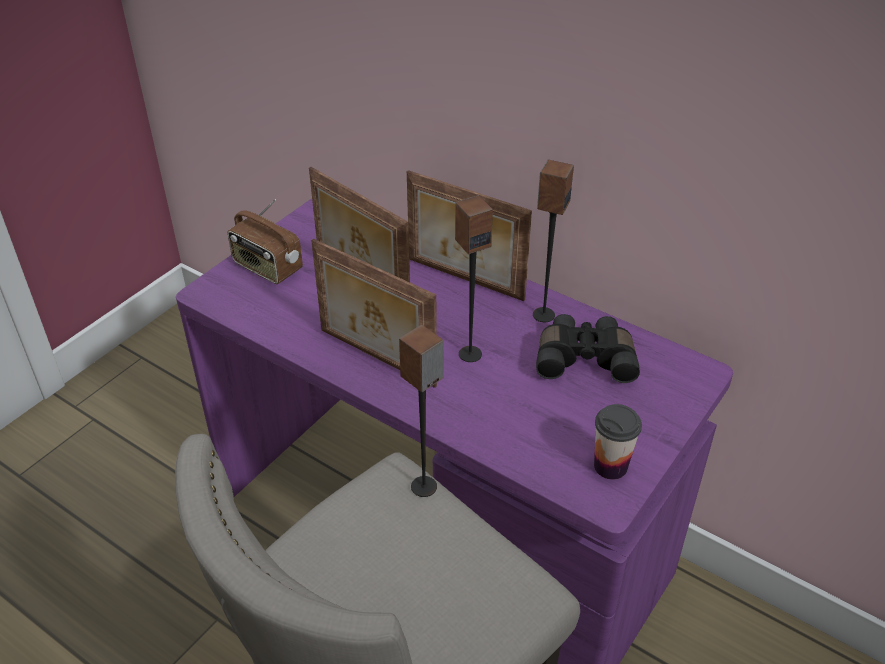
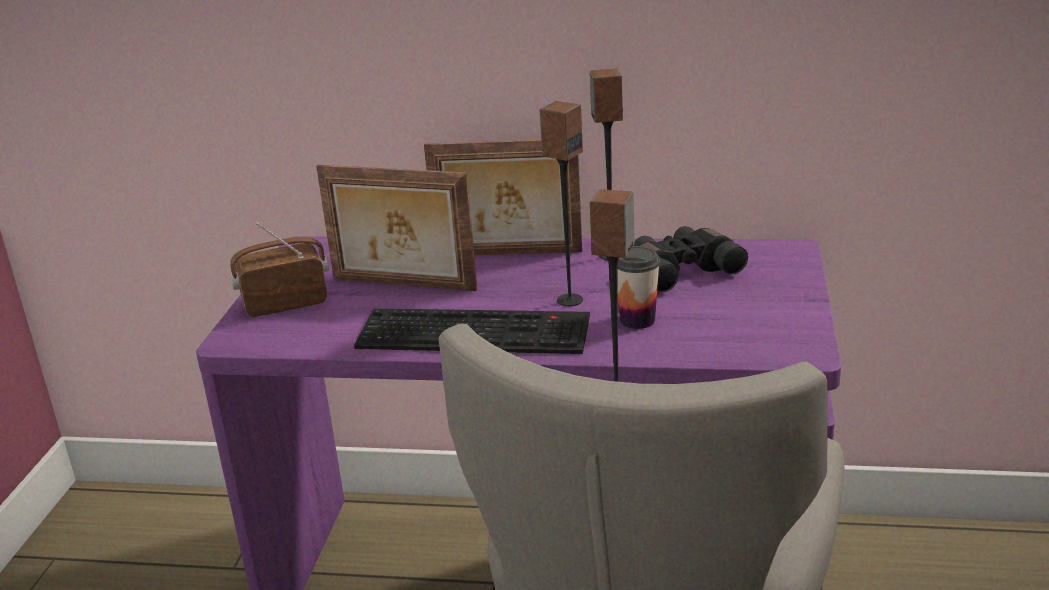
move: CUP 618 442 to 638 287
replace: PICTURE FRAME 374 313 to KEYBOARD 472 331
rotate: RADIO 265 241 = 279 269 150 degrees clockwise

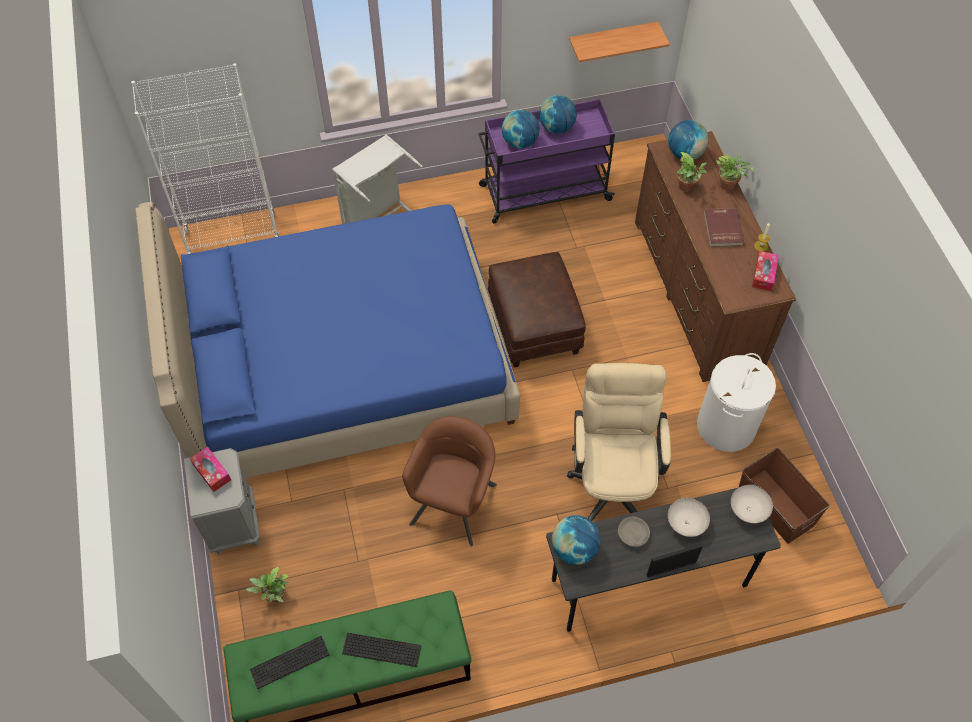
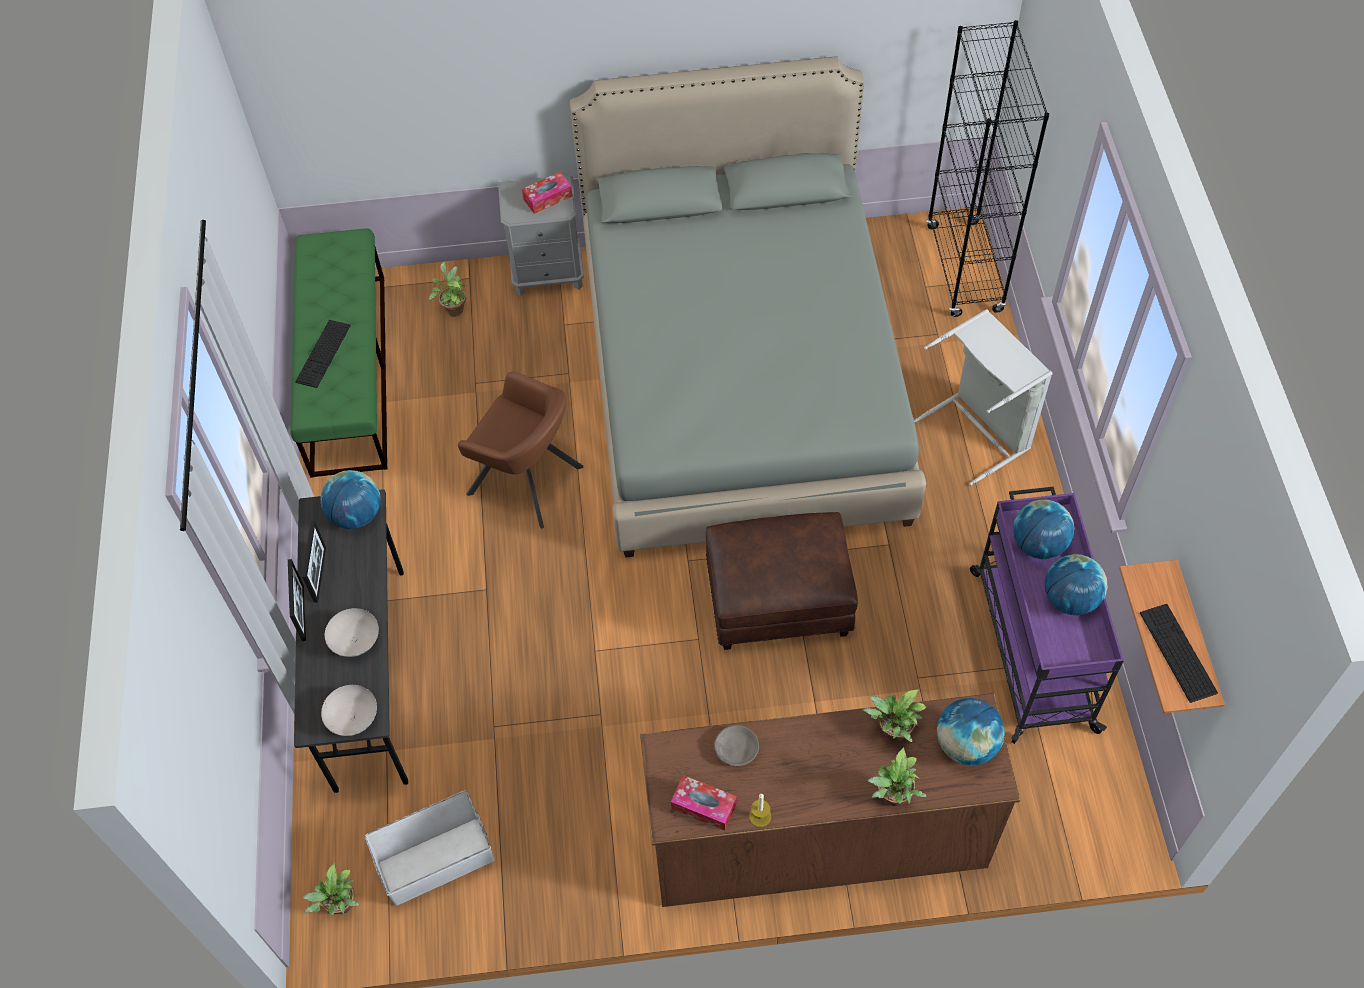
delete: BEIGE OFFICE CHAIR 619 442; WHITE LAUNDRY BASKET 736 402; RED BOOK 724 227
insert: PICTURE FRAME 314 562; POTTED PLANT 331 889
move: GREY BOWL 634 532 to 736 745; KEYBOARD 290 662 to 1179 653
recolor: BROWN STORAGE BOX 784 496 to WHITE STORAGE BOX 429 848; BLUE BED 327 340 to GREY BED 748 307; WHITE BOOKCASE 205 158 to BLACK BOOKCASE 987 168

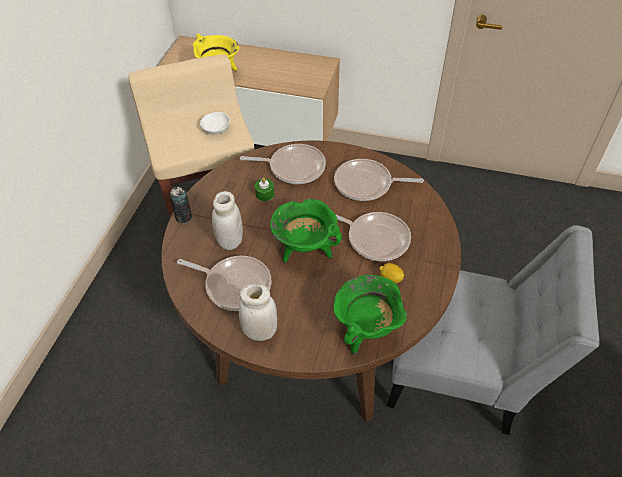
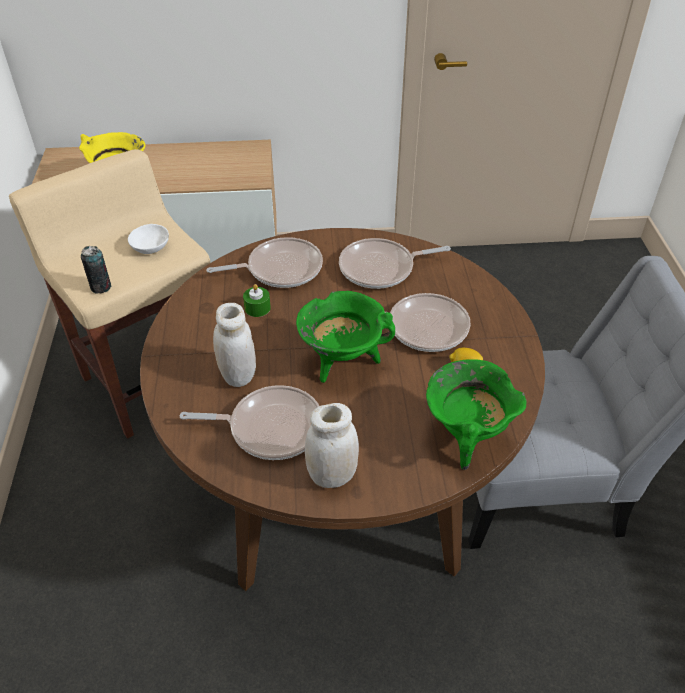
move: CAN 181 204 to 96 270

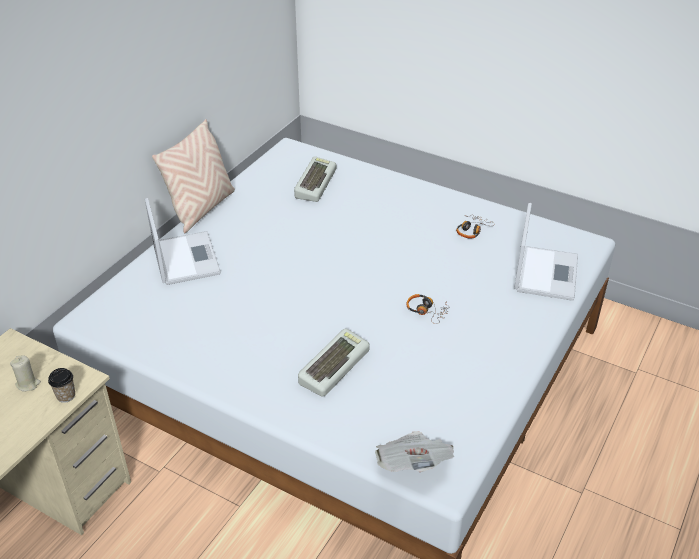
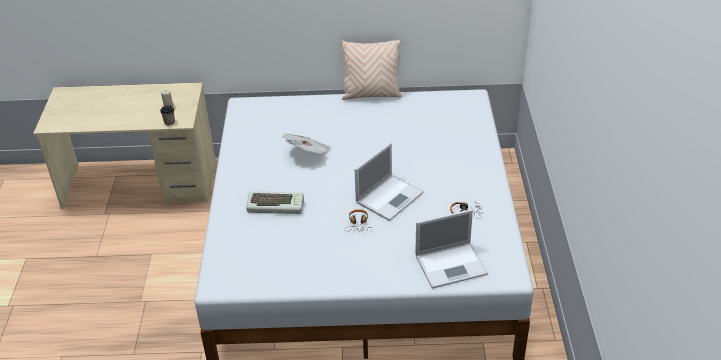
delete: KEYBOARD 315 179
move: NEWSPAPER 414 451 to 306 144; LAPTOP 183 241 to 389 182

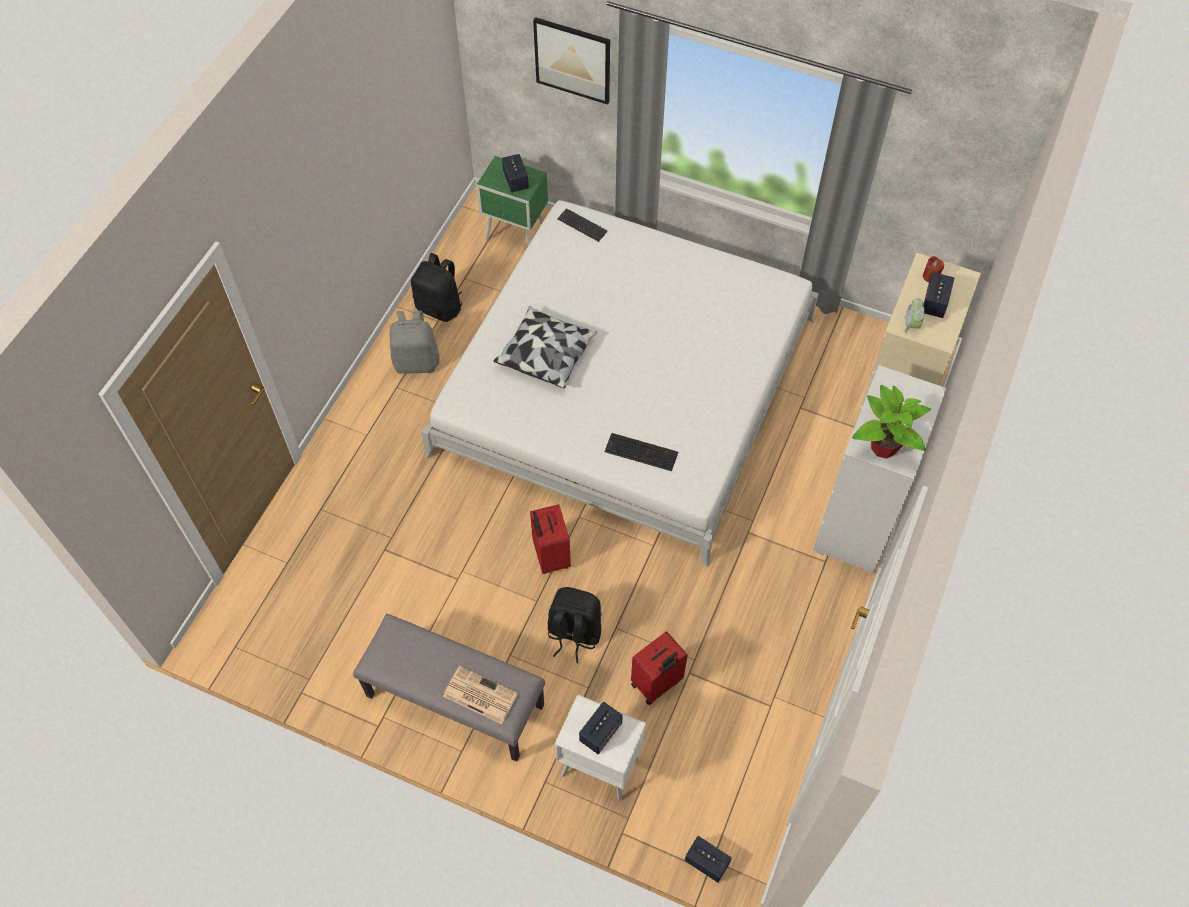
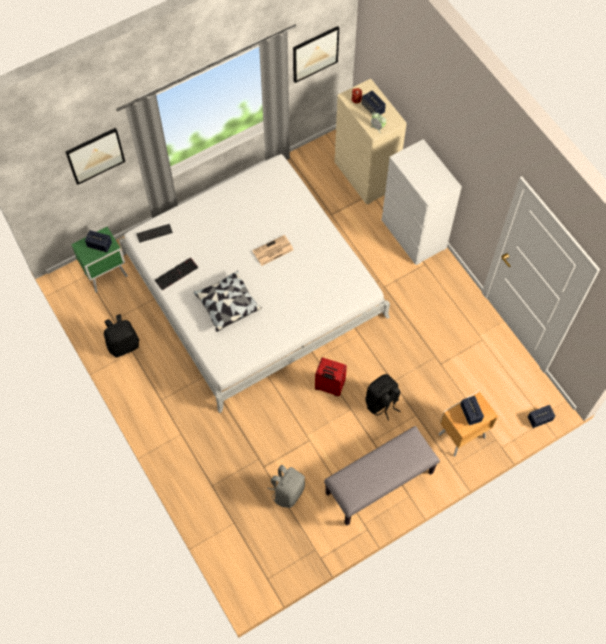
delete: RED SUITCASE 659 668; POTTED PLANT 891 422
insert: PICTURE 316 54
move: KEYBOARD 641 452 to 177 274; NEWSPAPER 480 695 to 273 250; GREY BACKPACK 415 342 to 286 486
recolor: WHITE NIGHTSTAND 600 748 to BROWN NIGHTSTAND 468 424

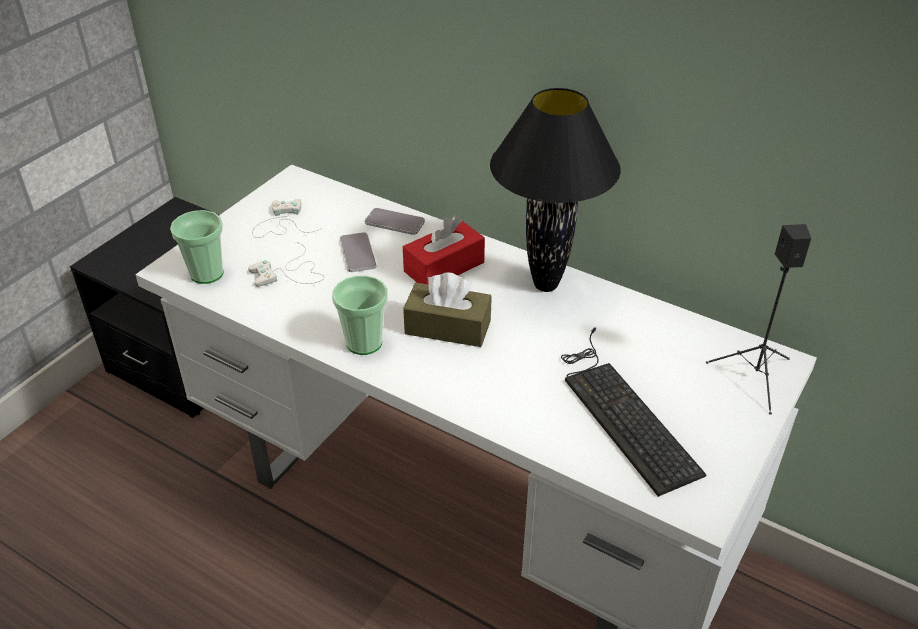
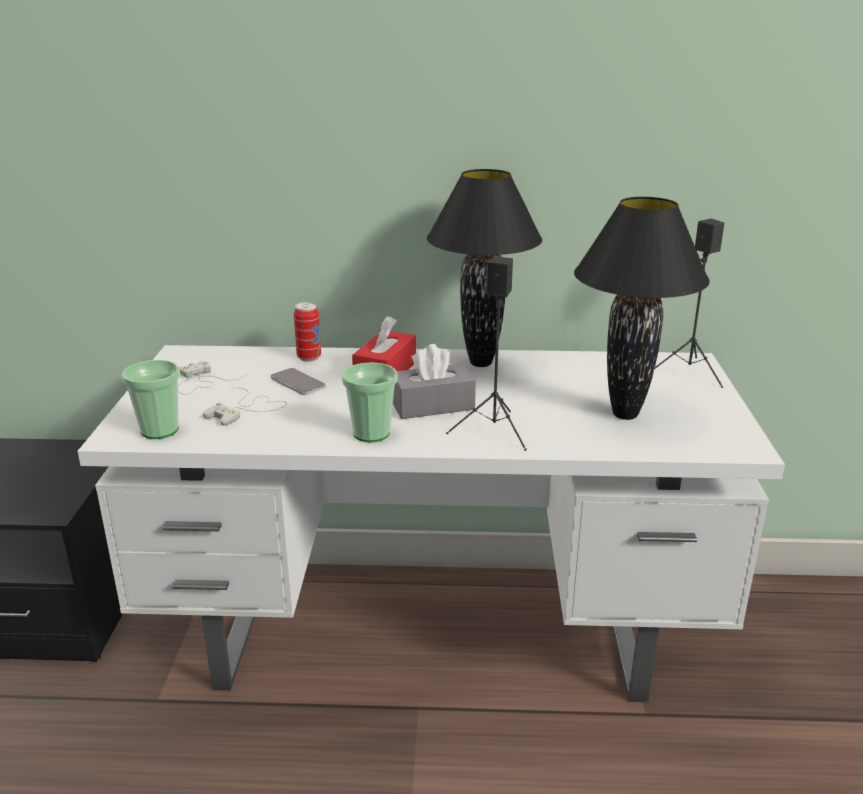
insert: BLACK SPEAKER 486 353
replace: PHONE 395 221 to CAN 307 332; KEYBOARD 634 412 to BLACK TABLE LAMP 642 308
recolor: BROWN TISSUE BOX 447 309 to GREY TISSUE BOX 434 381

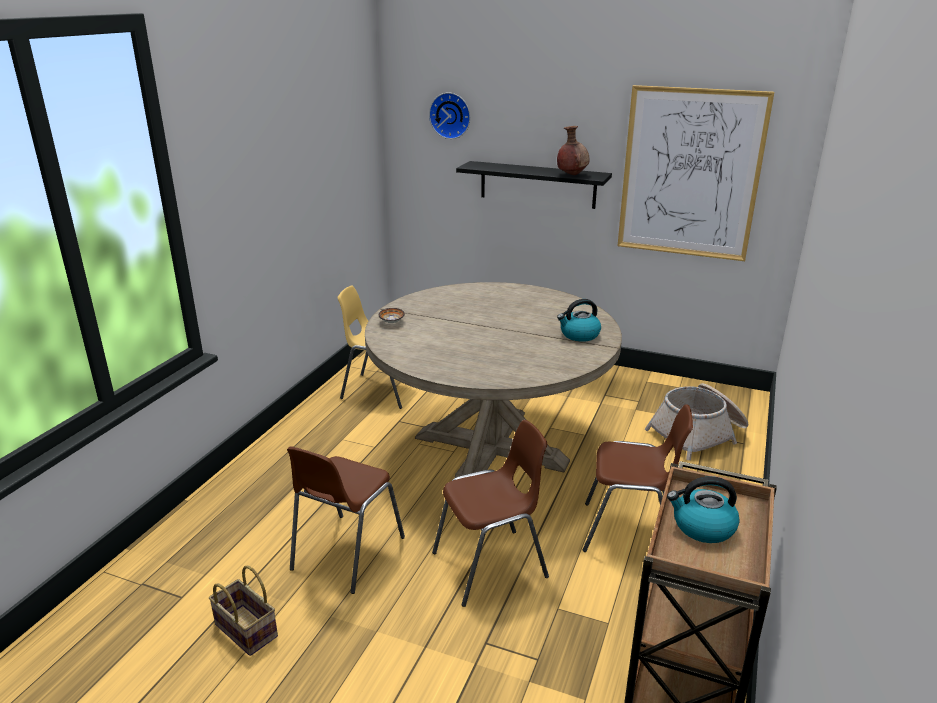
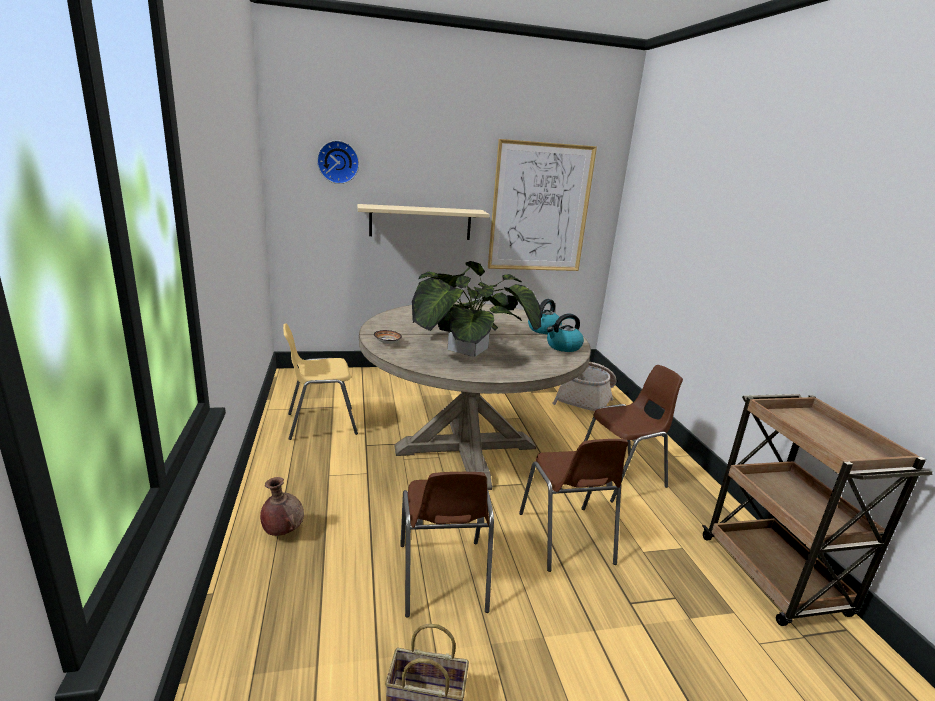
insert: POTTED PLANT 476 309
move: BROWN VASE 573 150 to 282 506; KETTLE 703 509 to 565 333
recolor: BLACK SHELF 534 185 to BEIGE SHELF 423 222
rotate: BROWN CHAIR 490 513 = 573 505 135 degrees clockwise

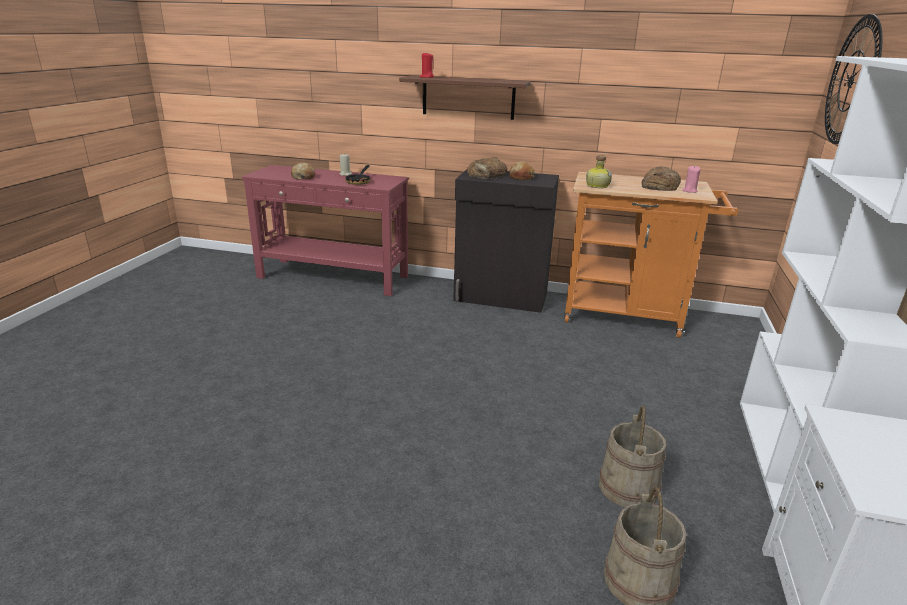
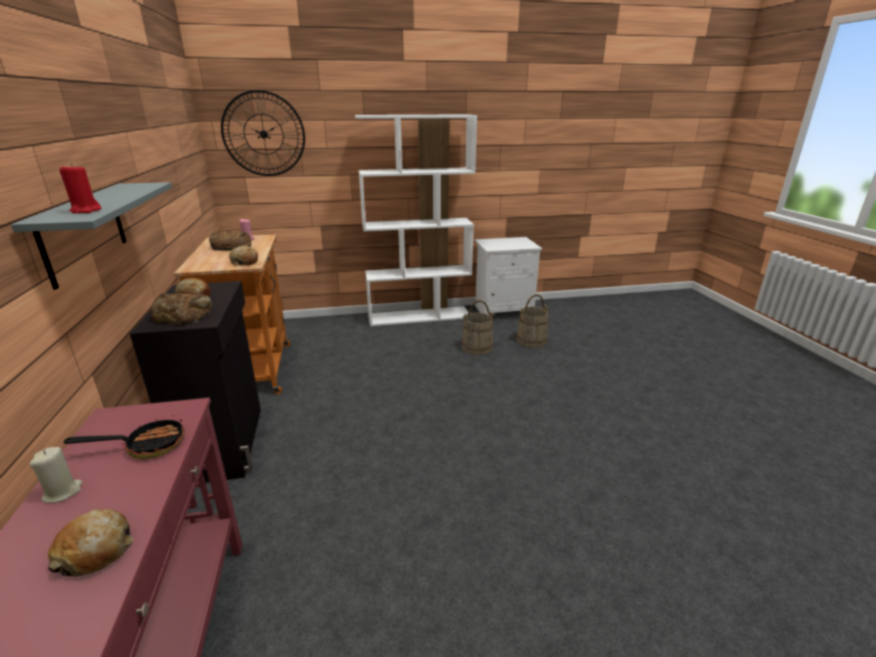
replace: BOTTLE 599 171 to BREAD 243 255
recolor: BROWN SHELF 465 97 to GREY SHELF 91 236

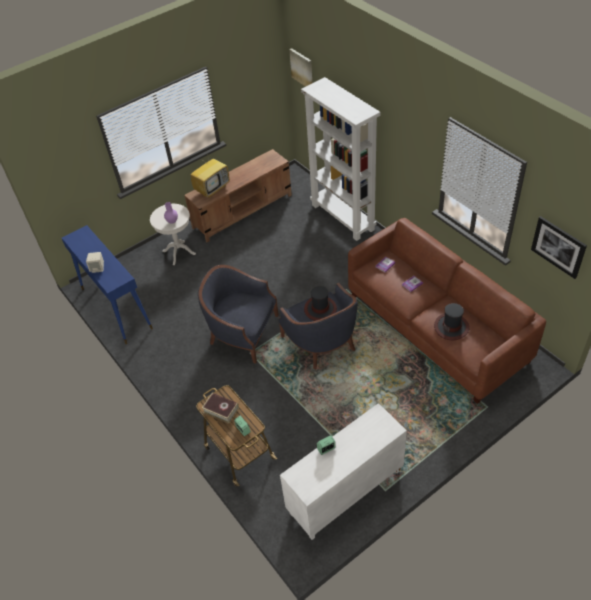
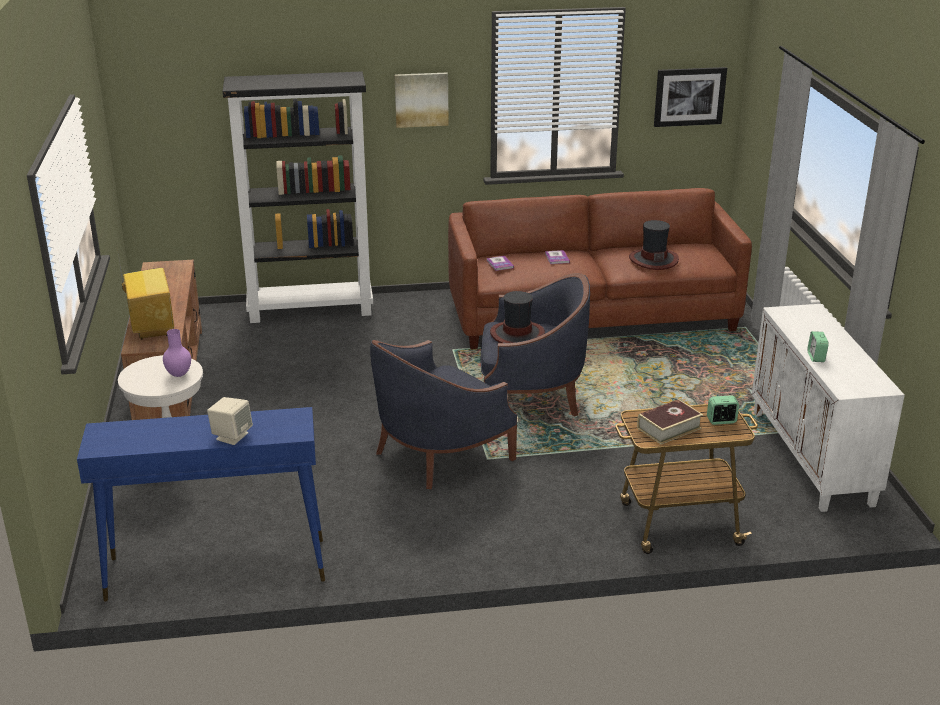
move: PICTURE 300 67 to 422 100
recolor: WHITE BOOKCASE 340 159 to BLACK BOOKCASE 298 197

